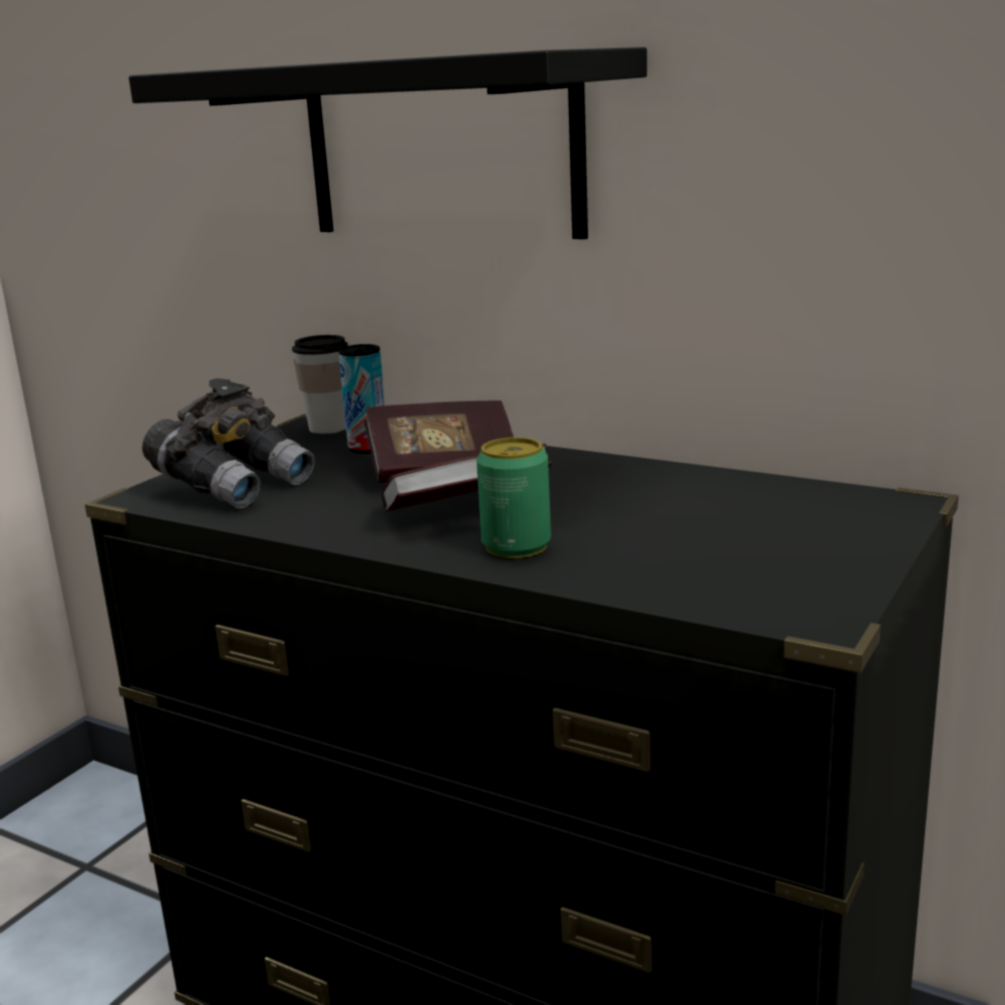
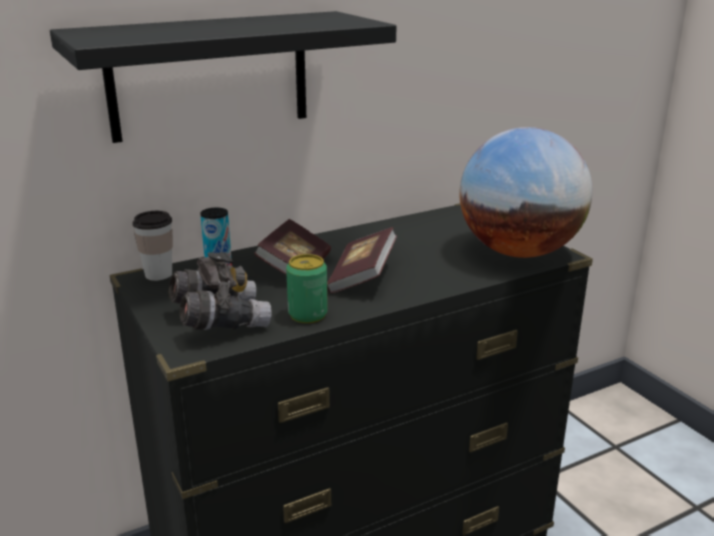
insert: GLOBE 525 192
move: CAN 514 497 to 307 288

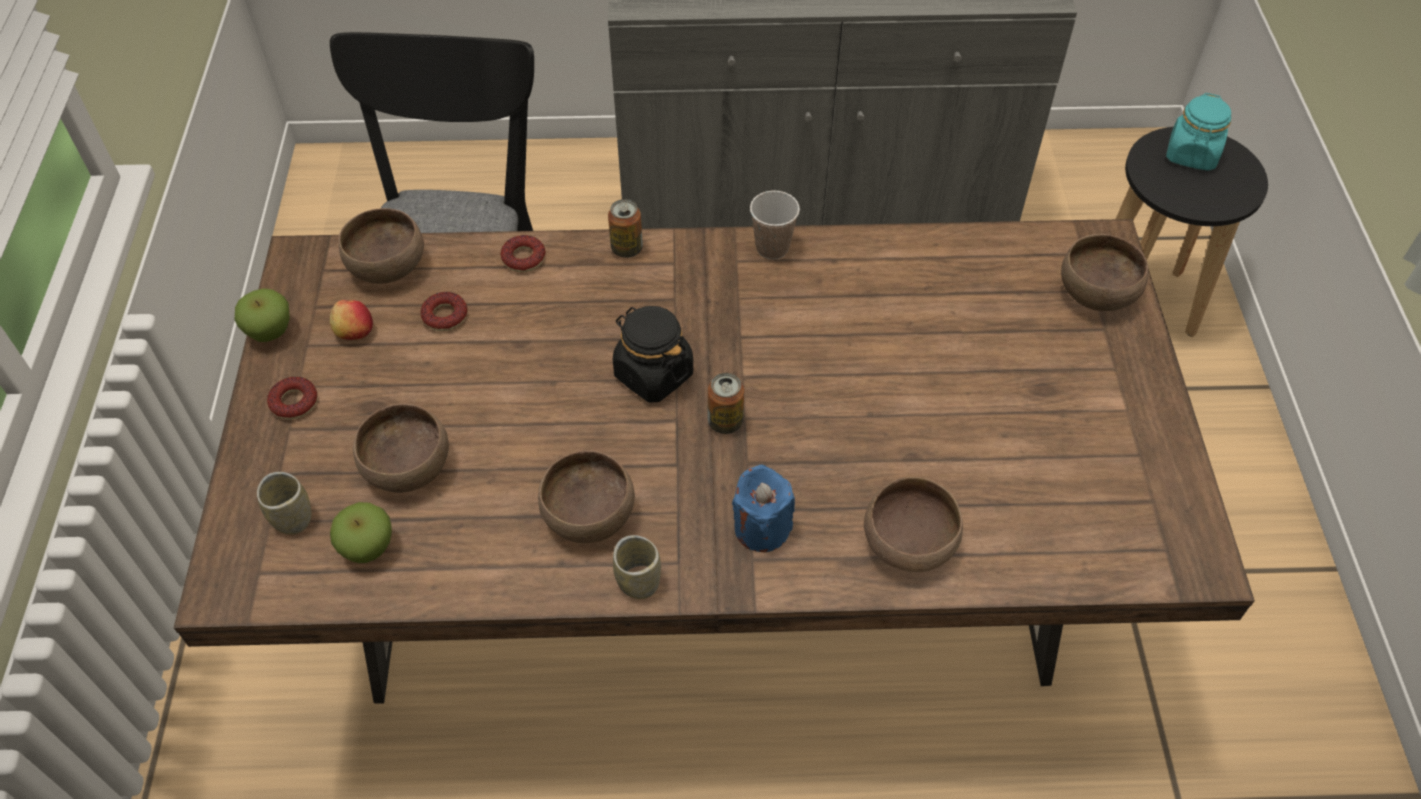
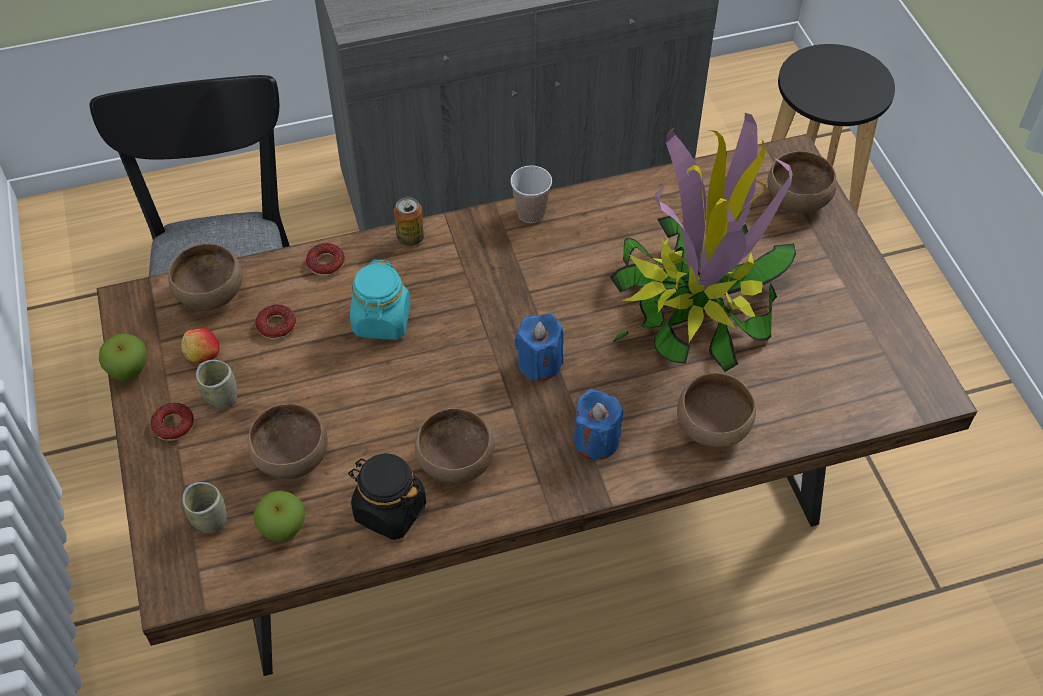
insert: POTTED PLANT 703 242
move: CUP 637 567 to 216 384; BLACK JAR 653 354 to 387 496; TURQUOISE JAR 1198 132 to 380 300
replace: CAN 726 403 to BLUE CANDLE 539 348

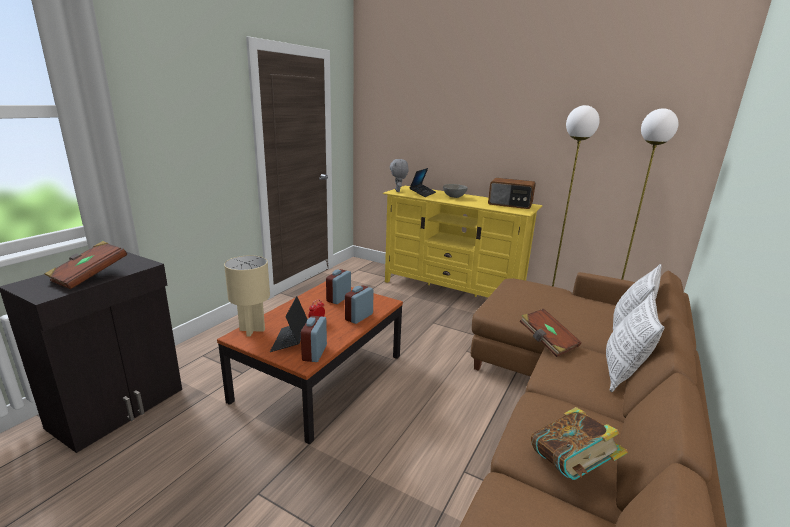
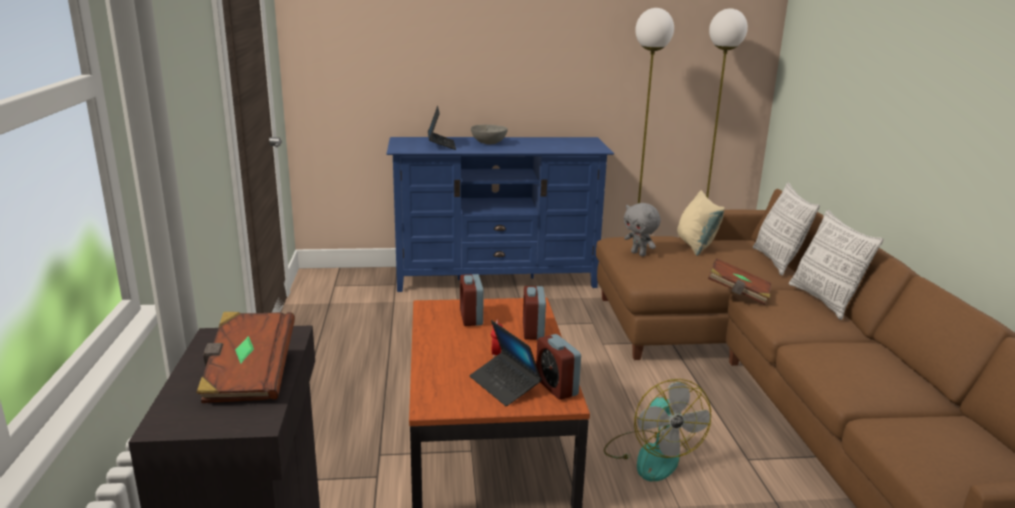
delete: BEIGE TABLE LAMP 247 296; RADIO 512 193; BOOK 579 443
insert: FAN 657 430; BEIGE PILLOW 701 223
move: GREY PLUSH TOY 399 175 to 642 229
recolor: YELLOW TV STAND 462 242 to BLUE TV STAND 500 214

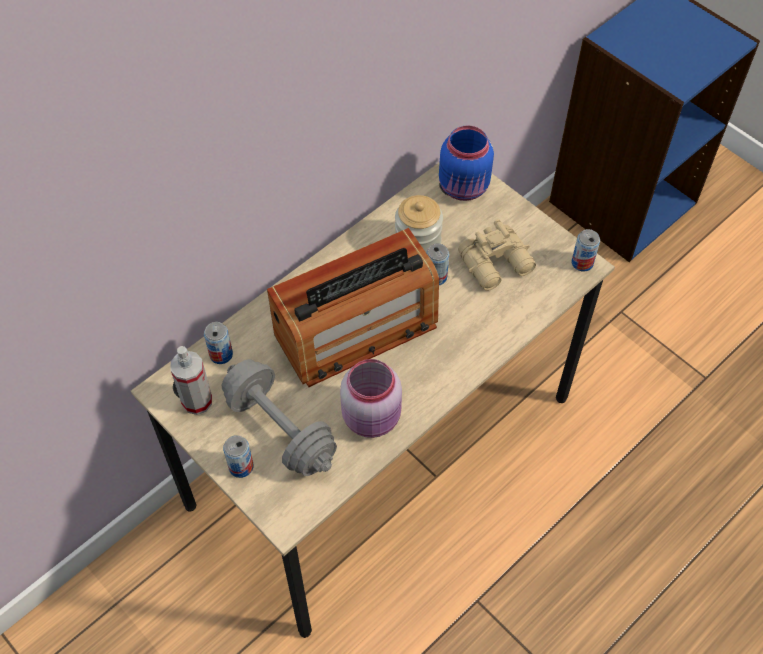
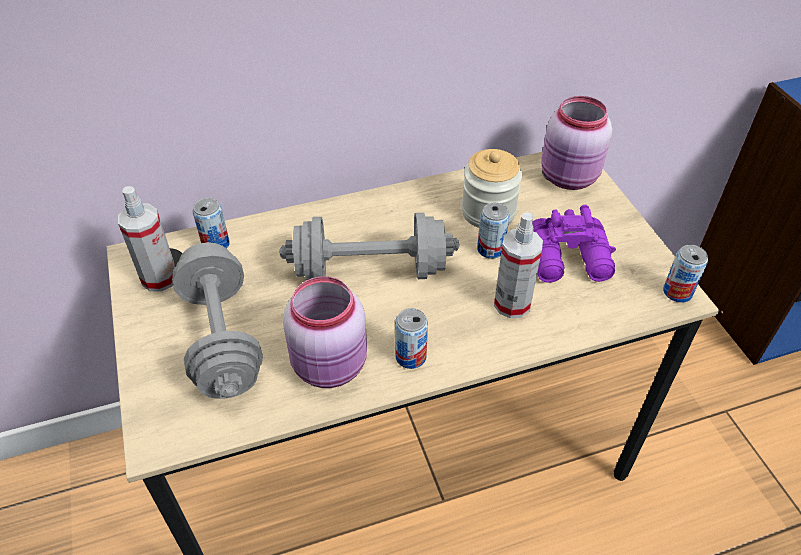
insert: SPRAY BOTTLE 518 265
move: CAN 238 456 to 411 338
replace: RADIO 353 307 to GREY DUMBBELL 369 246
recolor: BEIGE BINOCULARS 497 255 to PURPLE BINOCULARS 574 244; BLUE JAR 466 163 to PINK JAR 576 143

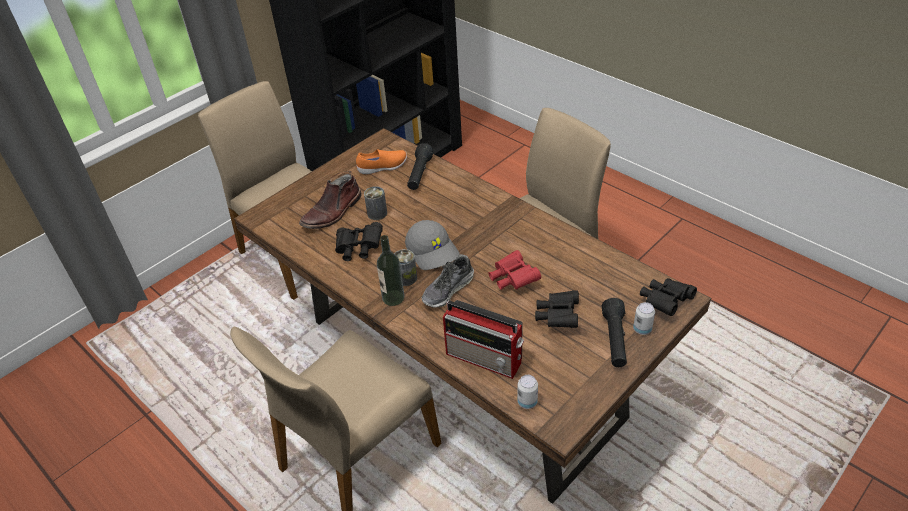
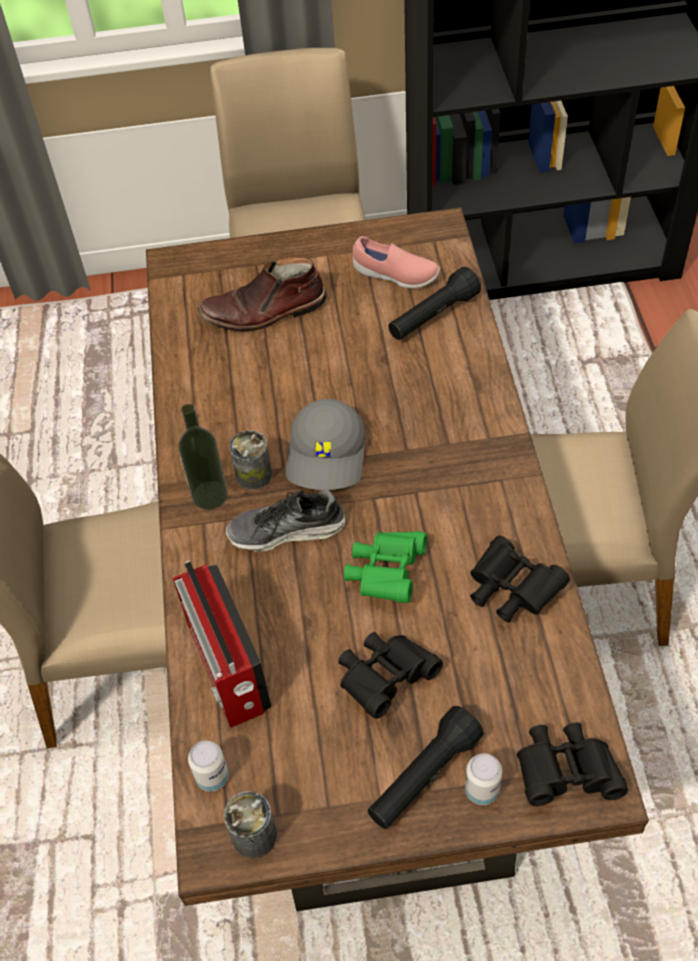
move: CAN 375 203 to 250 825; BLACK BINOCULARS 359 241 to 520 579
recolor: RED BINOCULARS 515 270 to GREEN BINOCULARS 385 567; ORANGE SHOE 381 161 to PINK SHOE 396 262

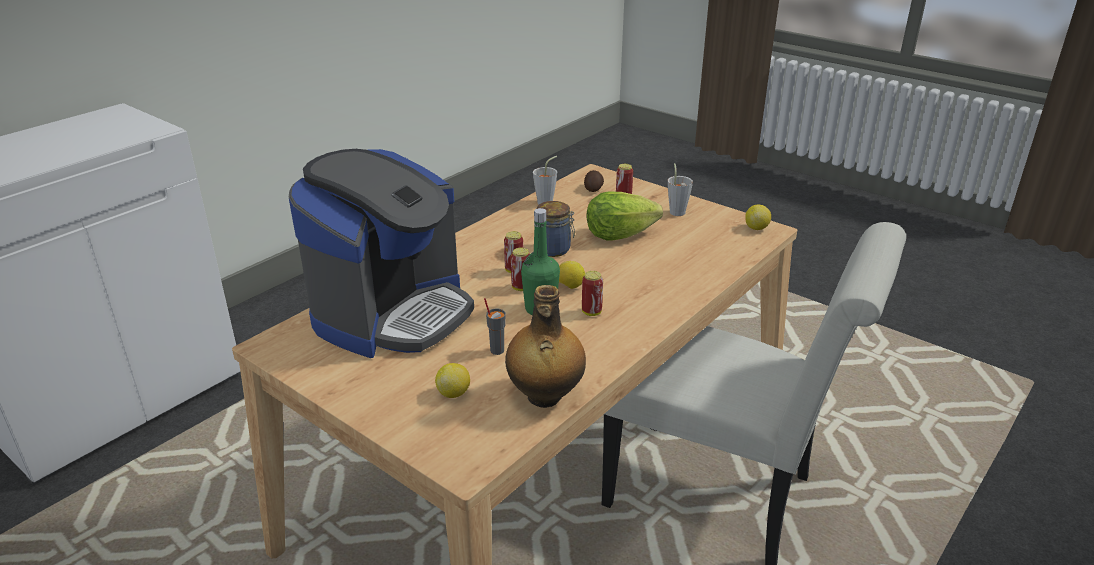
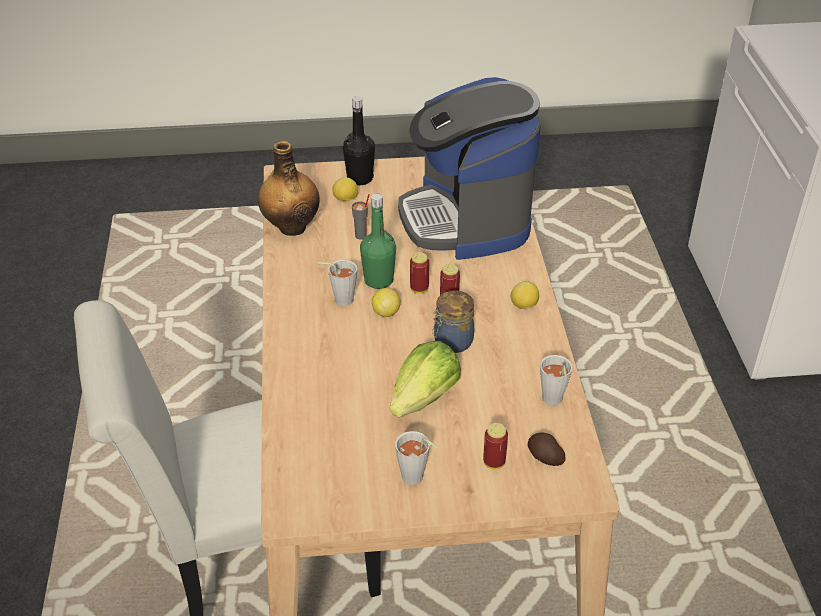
insert: BLACK BOTTLE 359 140
move: LEMON 758 217 to 525 295
replace: CAN 592 293 to GREY CUP 337 283

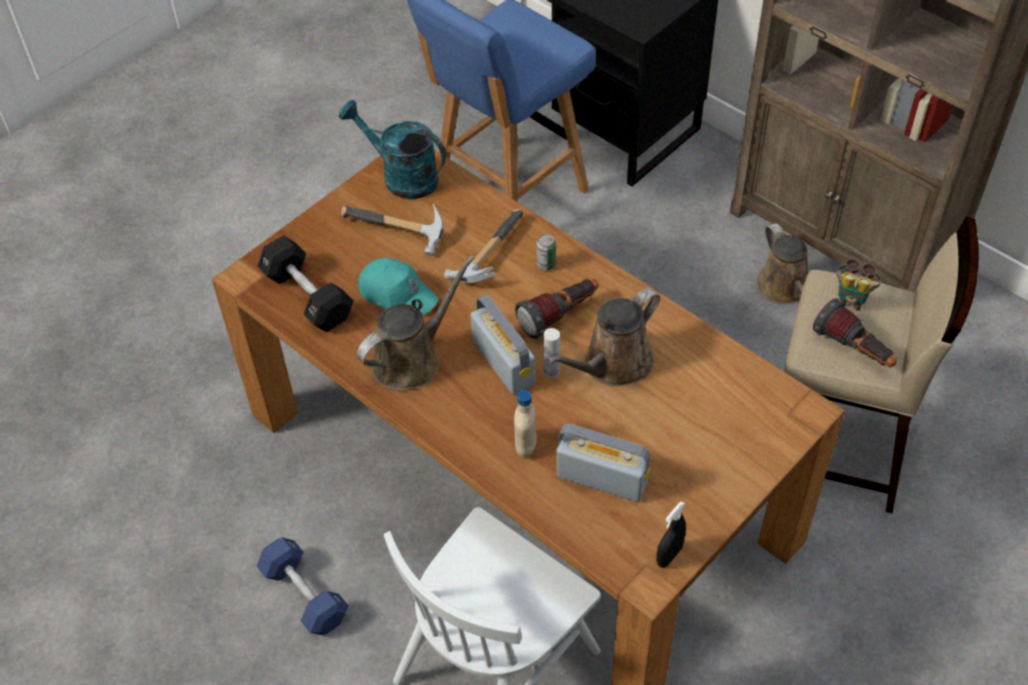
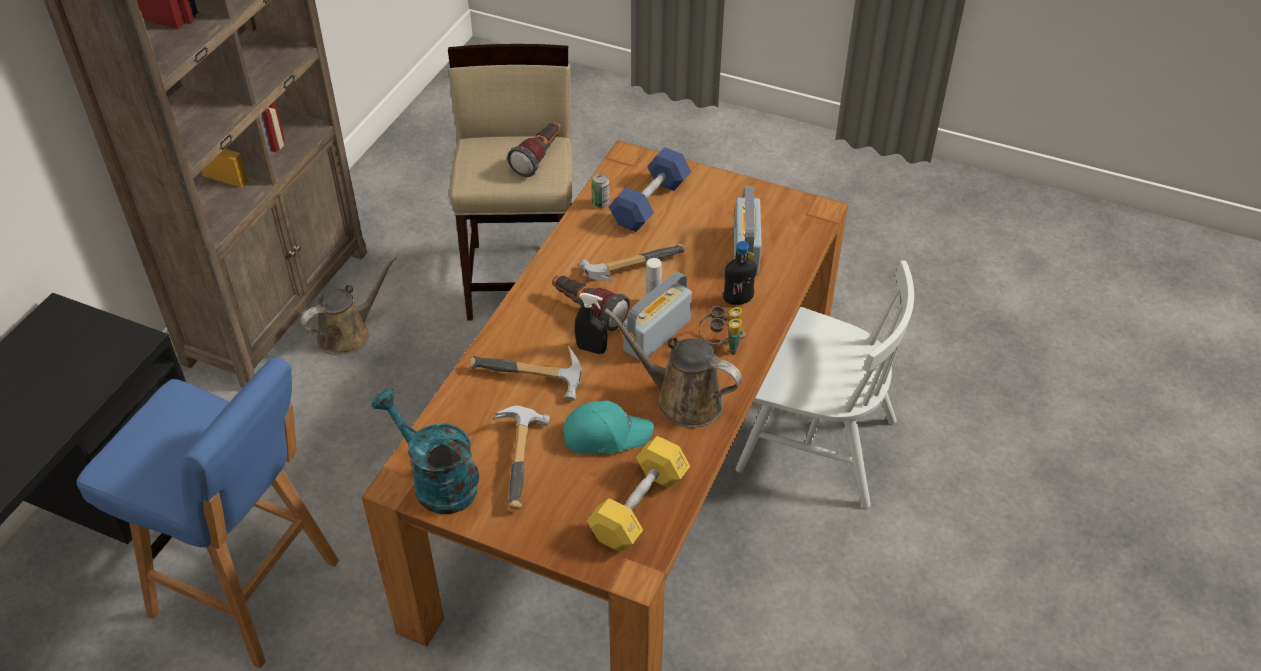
move: BLACK SPRAY BOTTLE 671 534 to 590 323; CAN 546 252 to 600 191; BLUE DUMBBELL 303 586 to 650 189; BINOCULARS 858 285 to 722 330
replace: BROWN WATERING CAN 603 337 to HAMMER 632 263
recolor: BLACK DUMBBELL 305 283 to YELLOW DUMBBELL 638 494; BEIGE BOTTLE 525 424 to BLACK BOTTLE 740 273
rotate: TURQUOISE WATERING CAN 392 149 = 425 451 120 degrees clockwise; TURQUOISE CAP 398 287 = 608 427 75 degrees clockwise

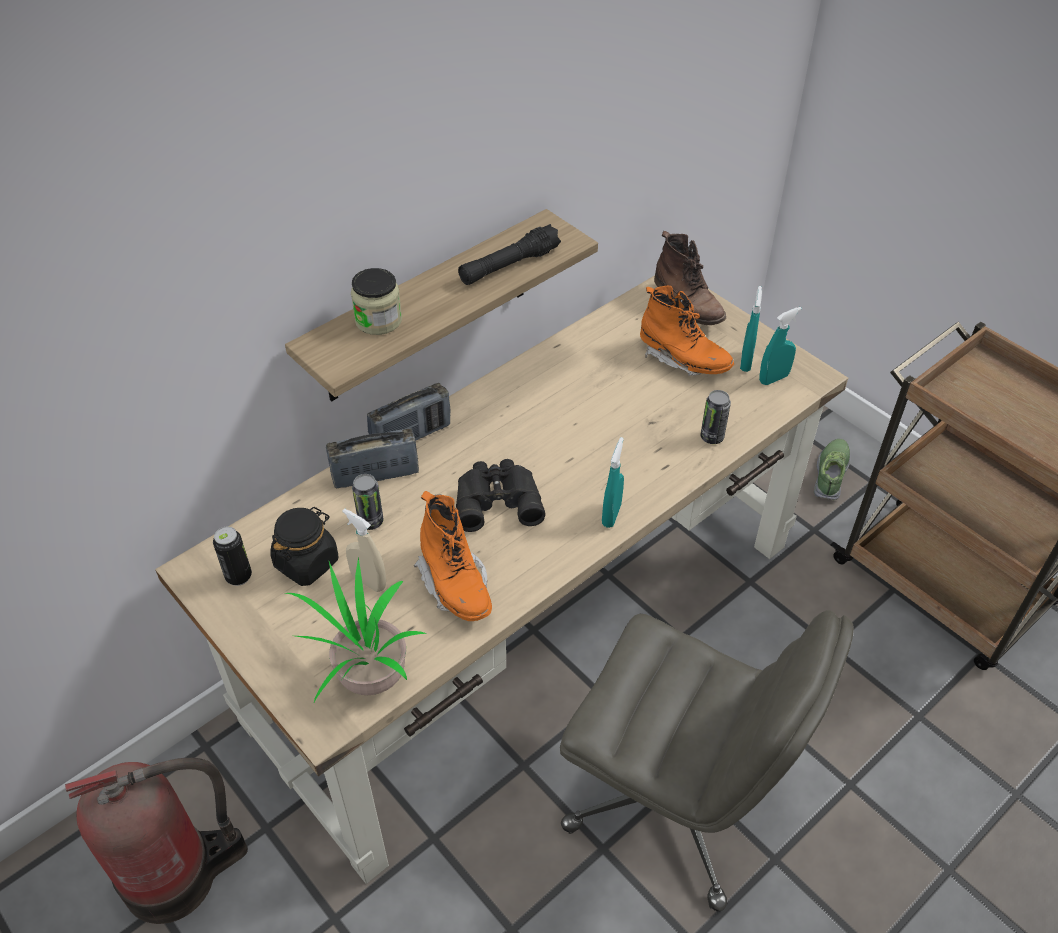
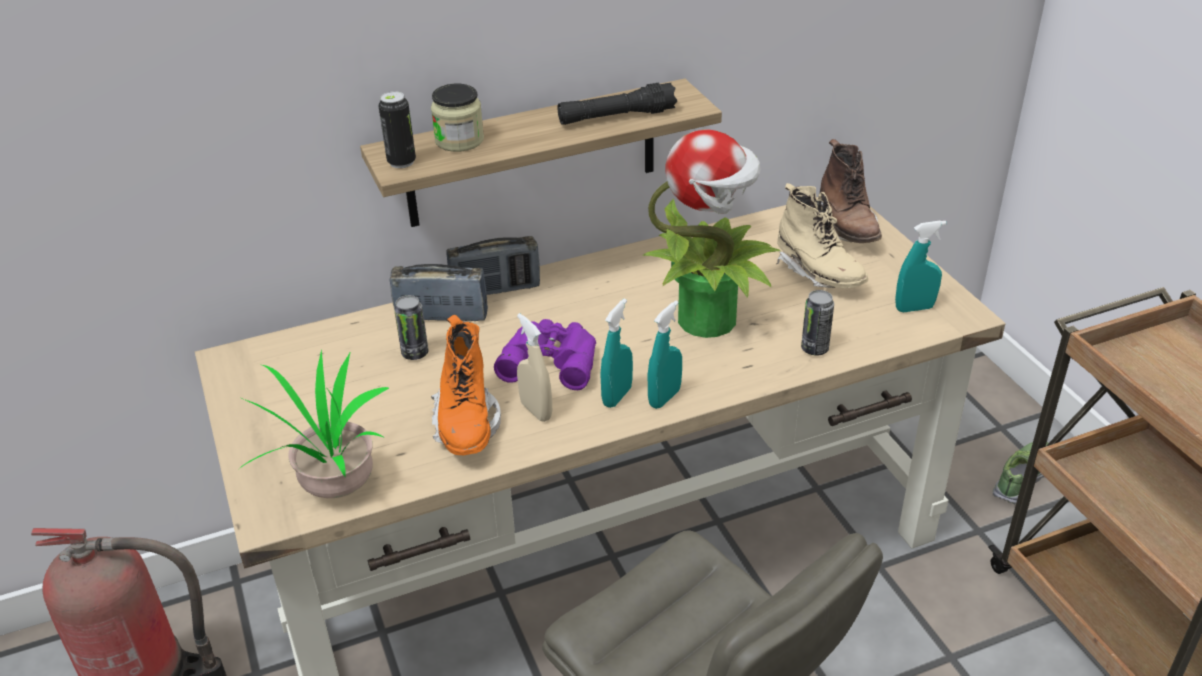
delete: BLACK JAR 304 546
insert: POTTED PLANT 711 233
move: CAN 232 556 to 397 129; BEIGE SPRAY BOTTLE 364 550 to 534 367; TURQUOISE SPRAY BOTTLE 751 329 to 616 353
recolor: BLACK BINOCULARS 500 495 to PURPLE BINOCULARS 545 354; ORANGE BOOT 687 331 to BEIGE BOOT 822 235

